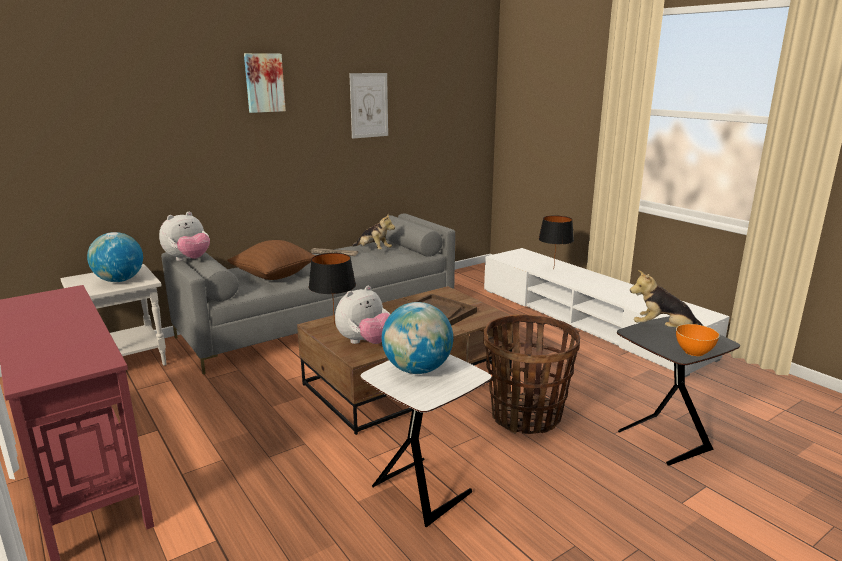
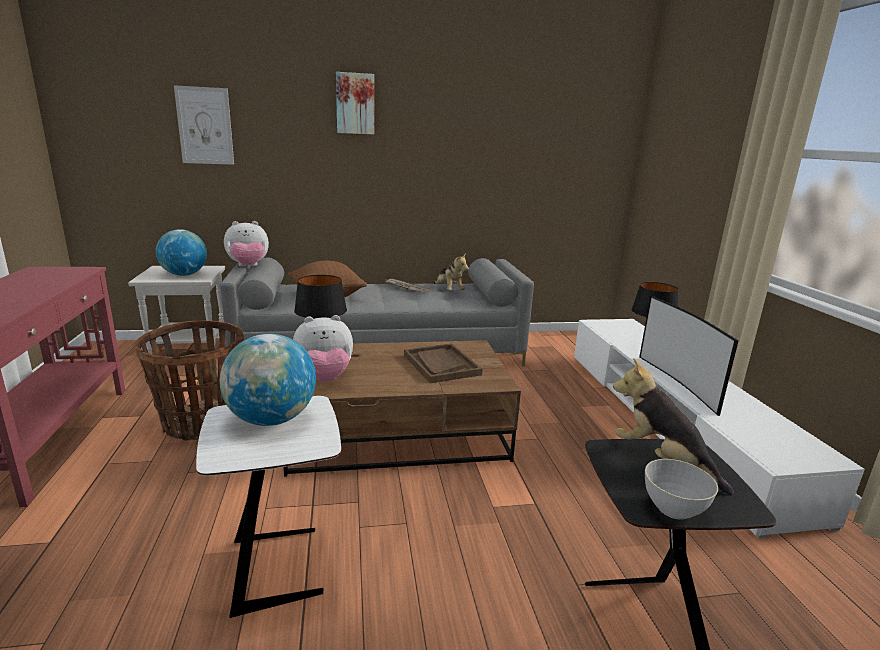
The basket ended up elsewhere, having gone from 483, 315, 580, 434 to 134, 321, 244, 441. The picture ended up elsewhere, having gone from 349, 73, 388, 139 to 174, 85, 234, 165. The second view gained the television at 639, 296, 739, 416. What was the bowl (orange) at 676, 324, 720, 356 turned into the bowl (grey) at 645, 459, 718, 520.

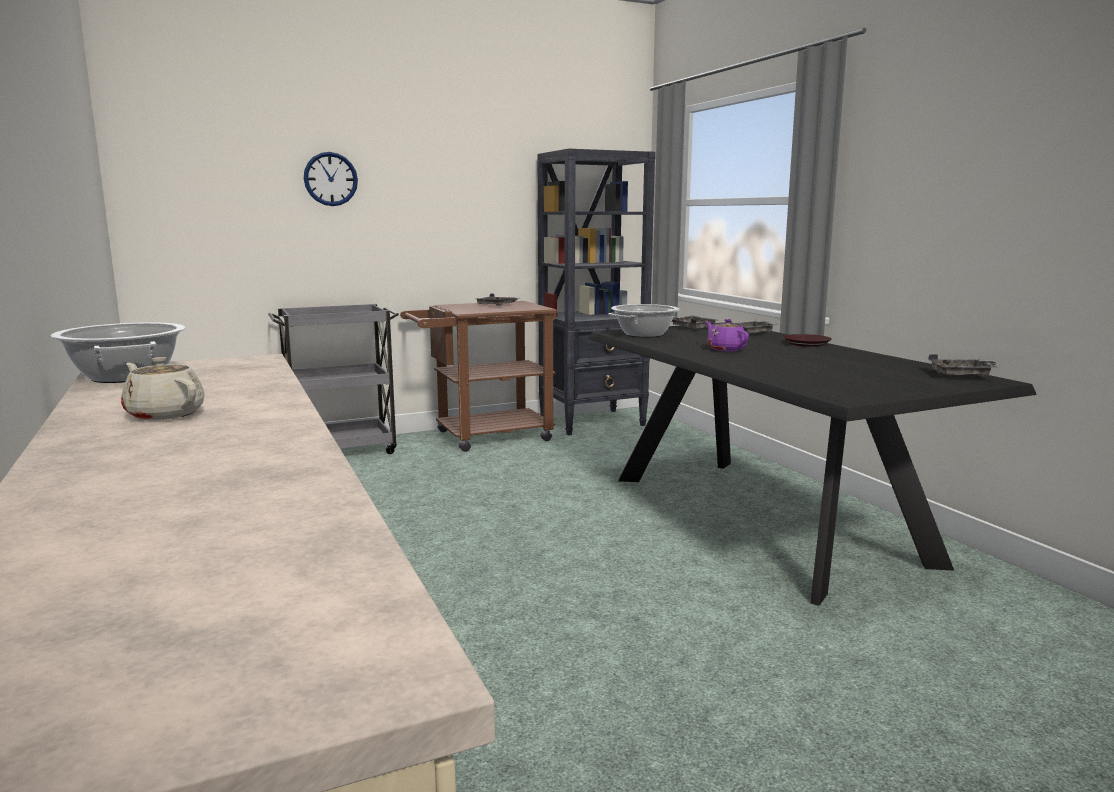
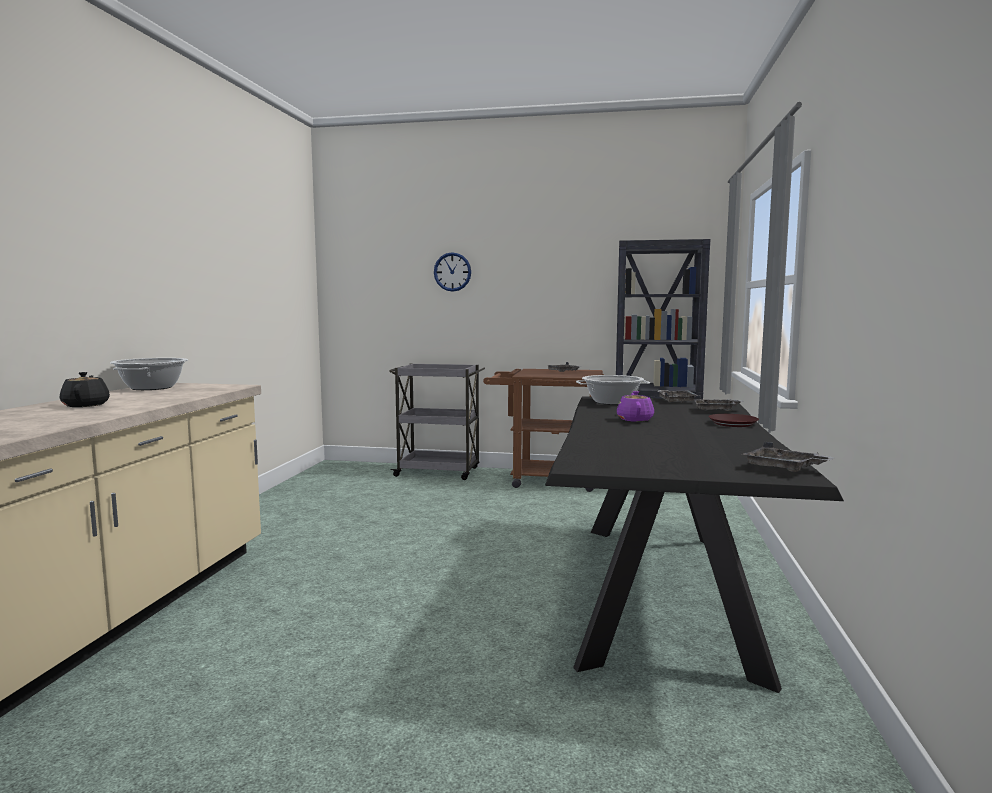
What was the teapot (beige) at 121, 357, 205, 420 turned into the teapot (black) at 60, 372, 110, 407.

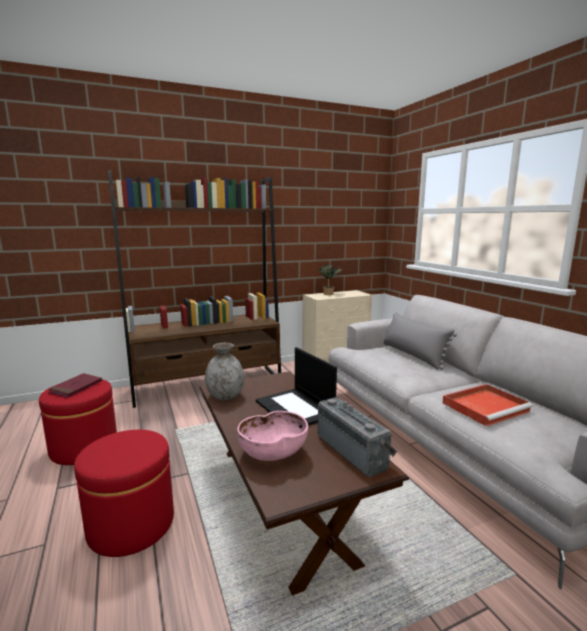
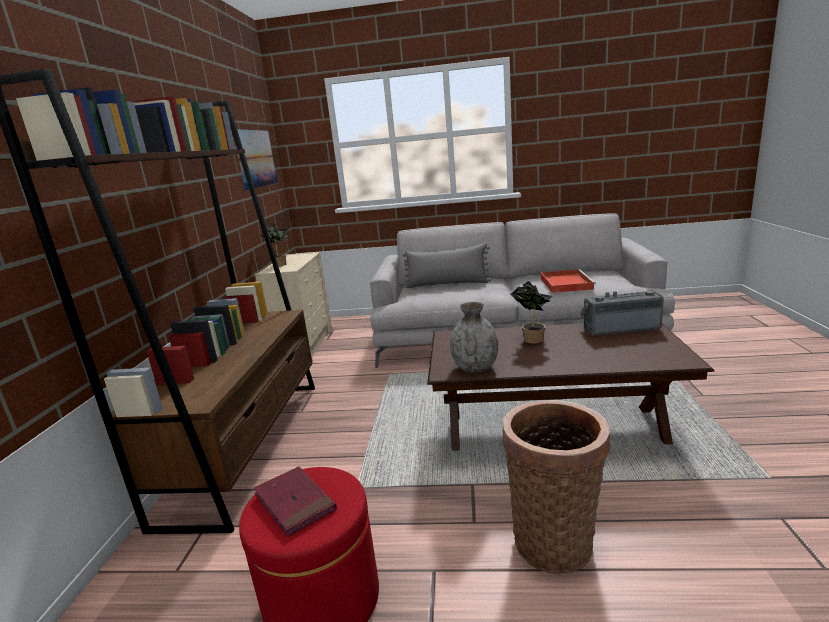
The second view gained the picture at 236, 129, 278, 191. Where the ottoman (red) stood at 74, 430, 174, 557, the basket came to stand at 503, 400, 610, 574. Where the laptop stood at 256, 347, 337, 428, the potted plant came to stand at 510, 281, 552, 344. The second view lost the bowl (pink) at 237, 411, 308, 461.

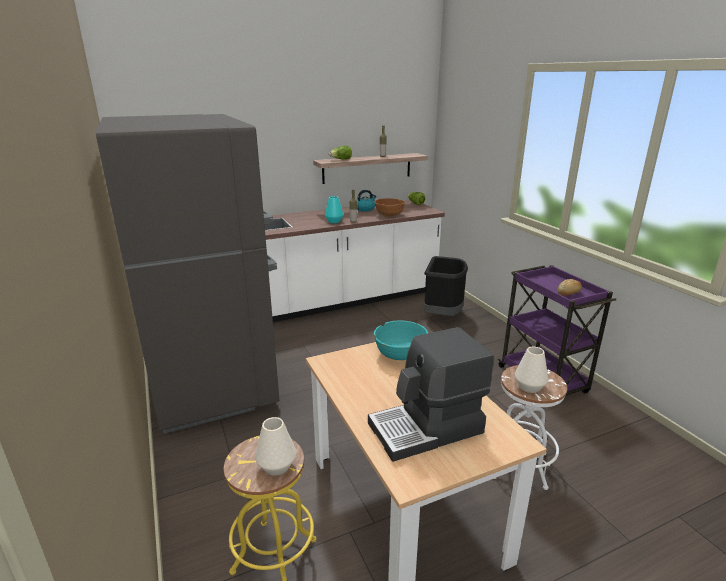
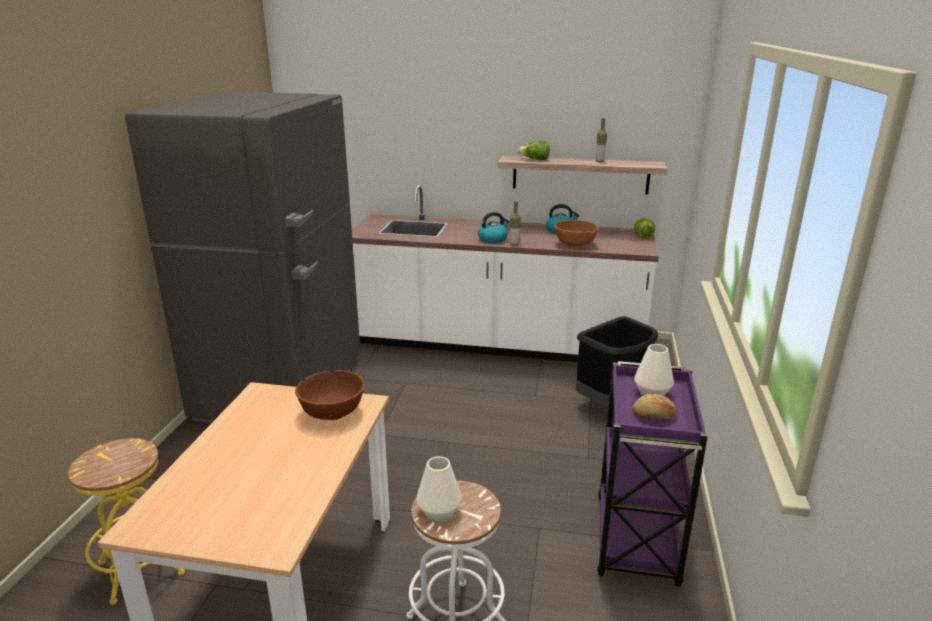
What was the bowl (turquoise) at 374, 320, 428, 360 turned into the bowl (brown) at 295, 370, 364, 420. Where the vase (turquoise) stood at 325, 196, 343, 223, the kettle came to stand at 478, 212, 510, 243. The vase (white) ended up elsewhere, having gone from 255, 417, 296, 476 to 634, 344, 674, 396. The second view lost the coffee machine at 368, 327, 494, 462.

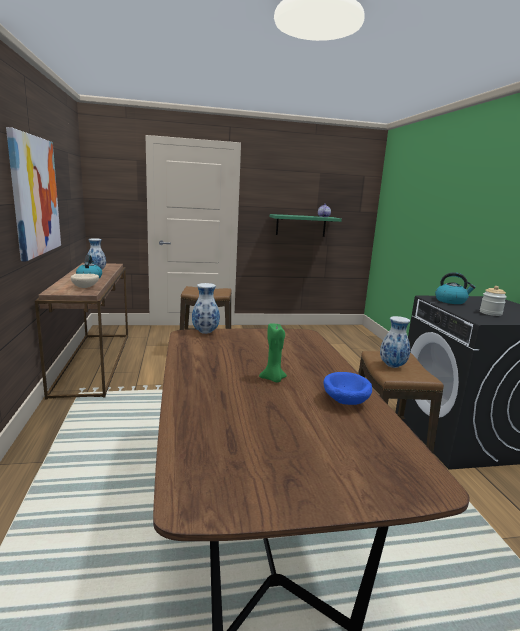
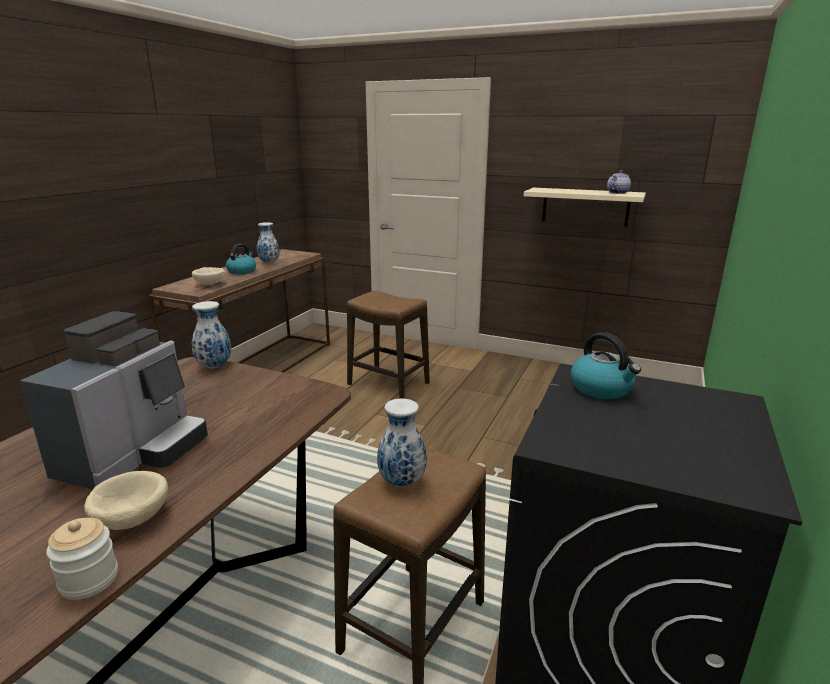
Where the candle (green) stood at 259, 323, 287, 382, the coffee machine came to stand at 20, 311, 208, 489. The jar ended up elsewhere, having gone from 480, 286, 507, 316 to 46, 518, 118, 600. What was the bowl (blue) at 324, 372, 372, 405 turned into the bowl (beige) at 84, 471, 168, 530. What was the shelf (green) at 270, 214, 342, 237 turned into the shelf (beige) at 524, 188, 646, 227. The second view lost the picture at 6, 127, 61, 261.

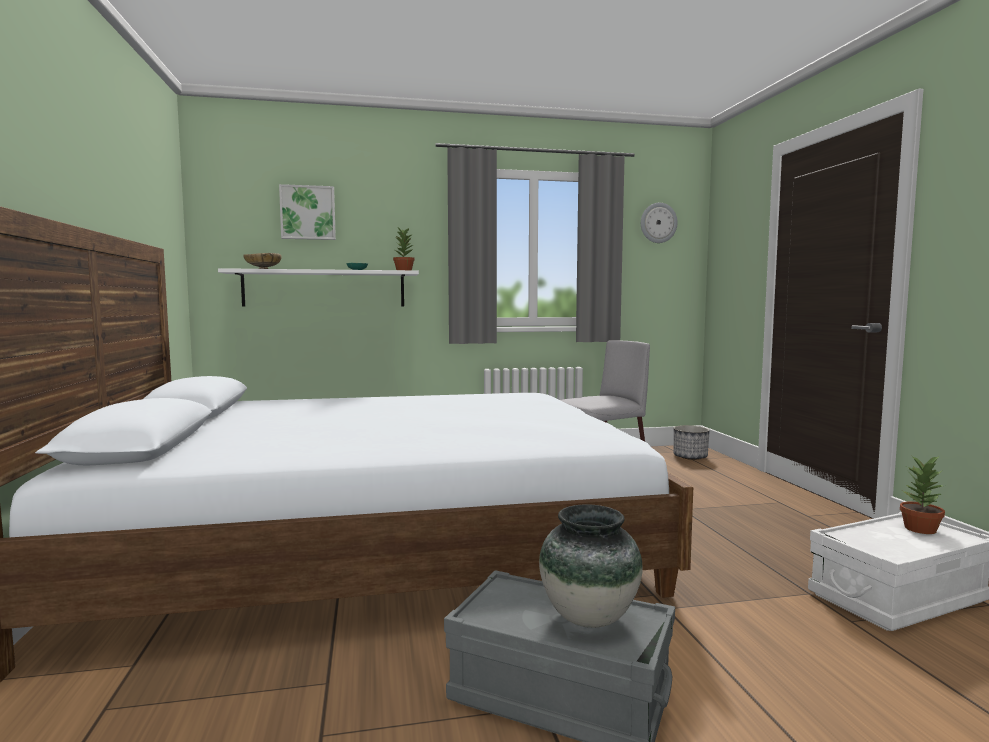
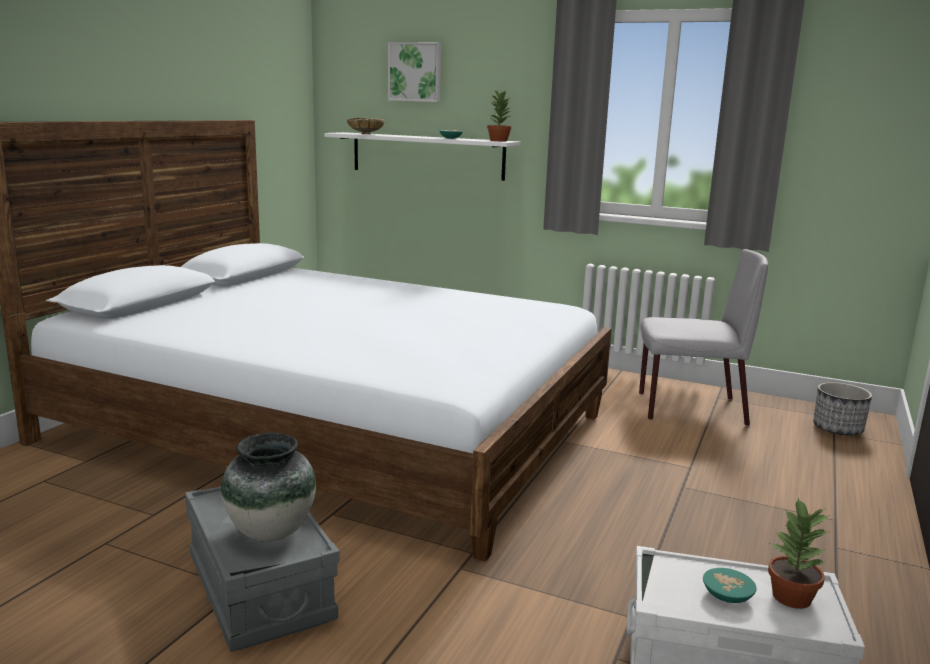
The second view gained the bowl (turquoise) at 703, 568, 757, 603. The second view lost the wall clock at 641, 203, 678, 243.

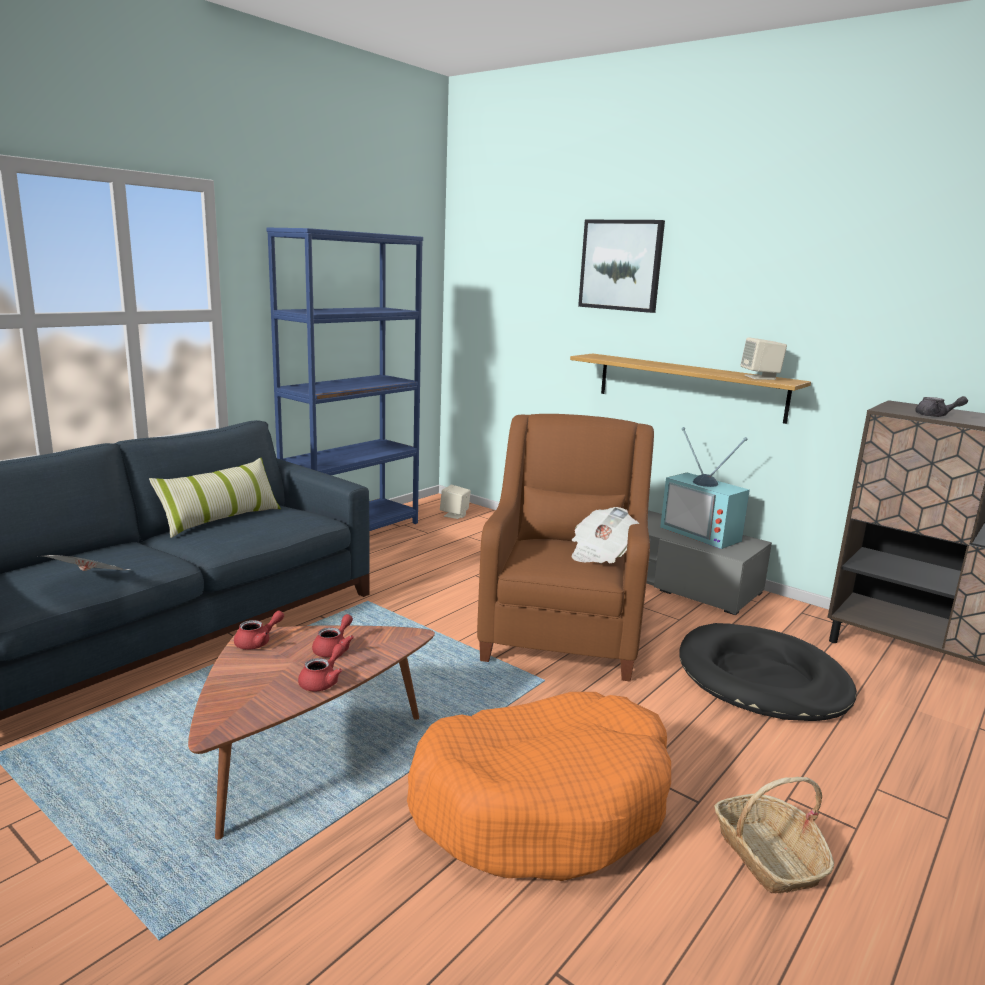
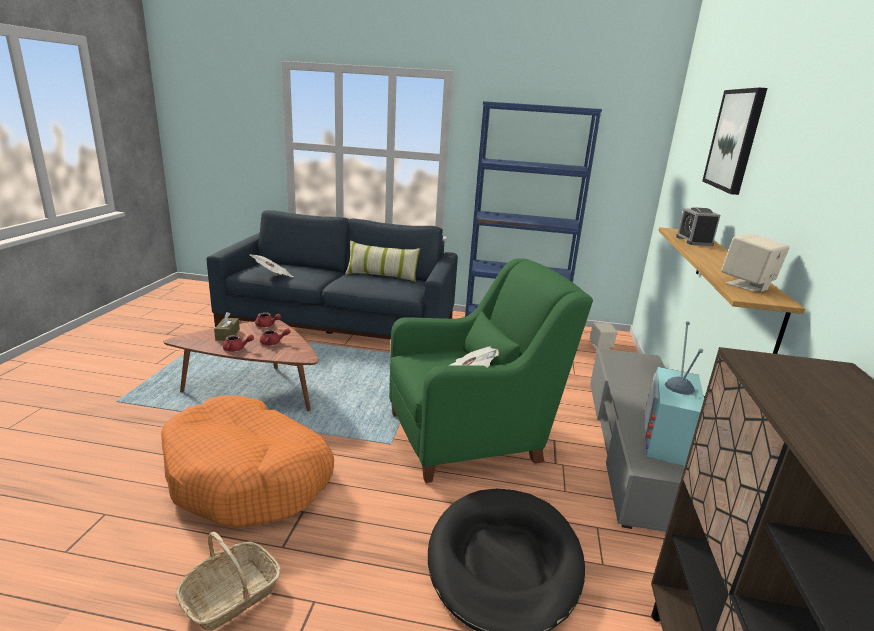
The second view gained the tissue box (brown) at 214, 312, 240, 341. What was the armchair (brown) at 477, 414, 654, 681 turned into the armchair (green) at 389, 258, 593, 483. The second view gained the alarm clock at 676, 207, 720, 246. The second view lost the teapot (grey) at 915, 396, 968, 417.

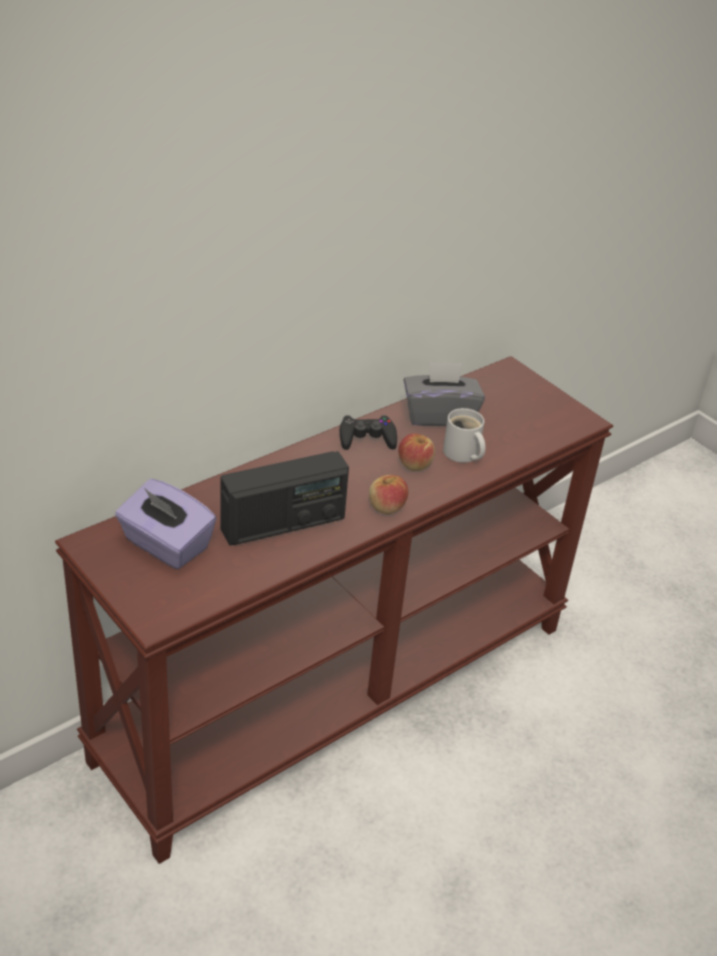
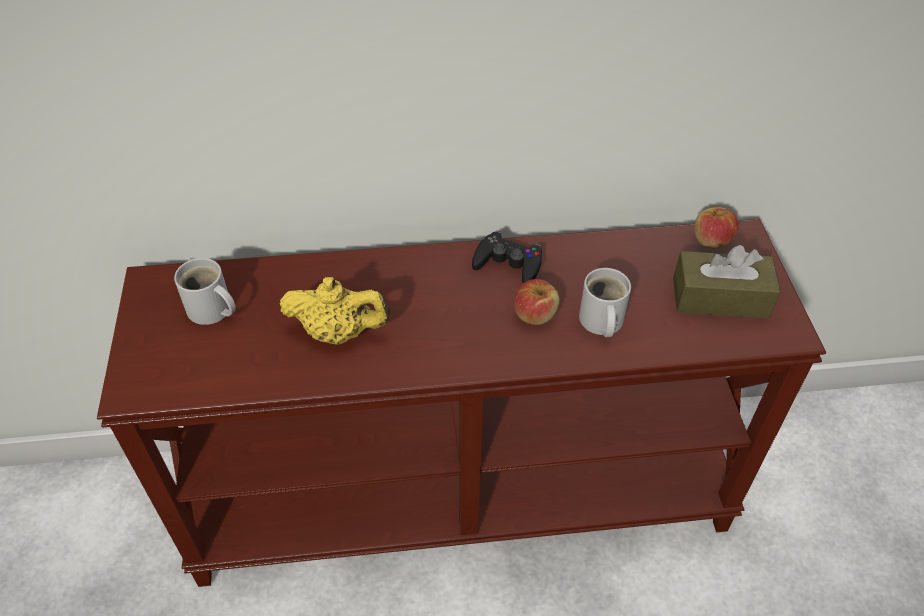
Where the tissue box (purple) stood at 115, 479, 216, 569, the mug (white) came to stand at 174, 258, 236, 325. Where the radio stood at 221, 451, 349, 546, the teapot (yellow) came to stand at 280, 277, 390, 345. The second view gained the tissue box (brown) at 673, 245, 781, 319. The apple ended up elsewhere, having gone from 369, 475, 409, 514 to 694, 207, 739, 248. The second view lost the tissue box (grey) at 404, 361, 485, 426.

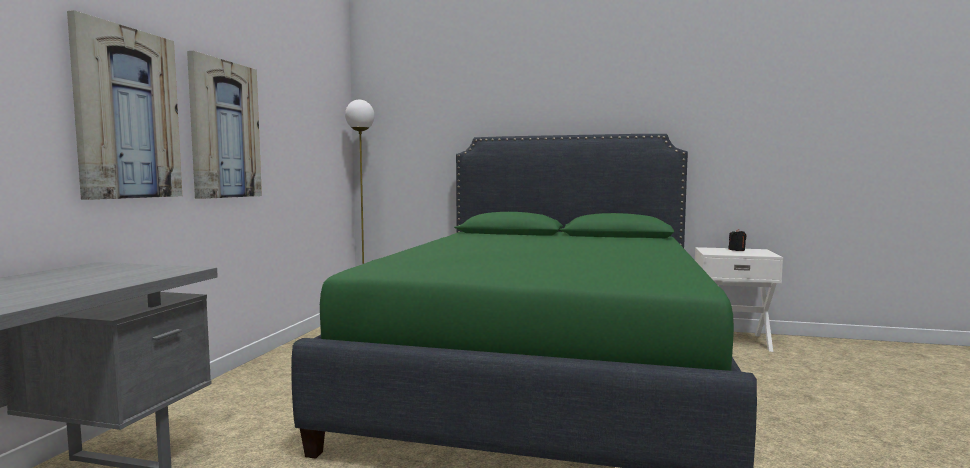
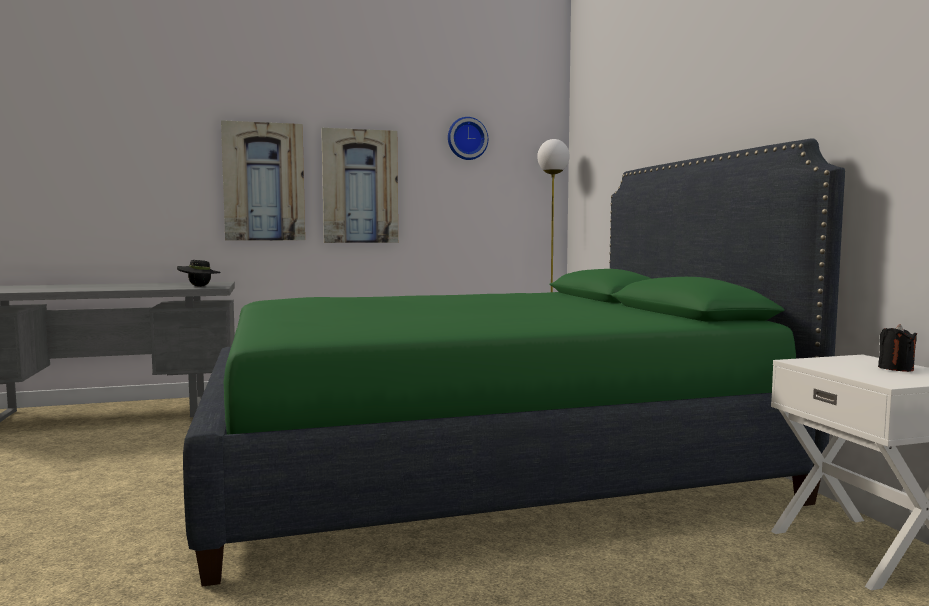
The second view gained the hat (black) at 177, 260, 221, 287. The second view gained the wall clock at 448, 117, 488, 160.

